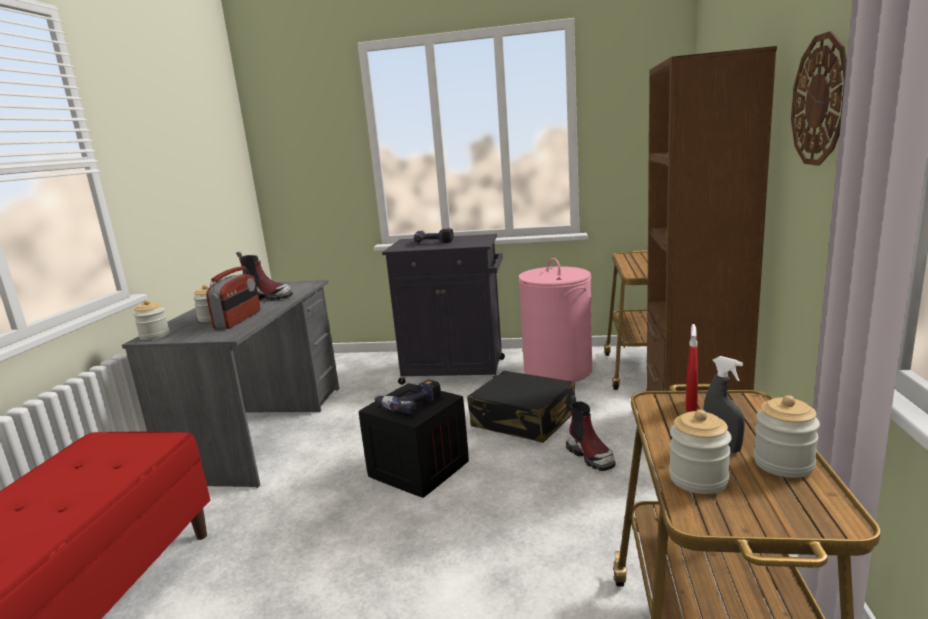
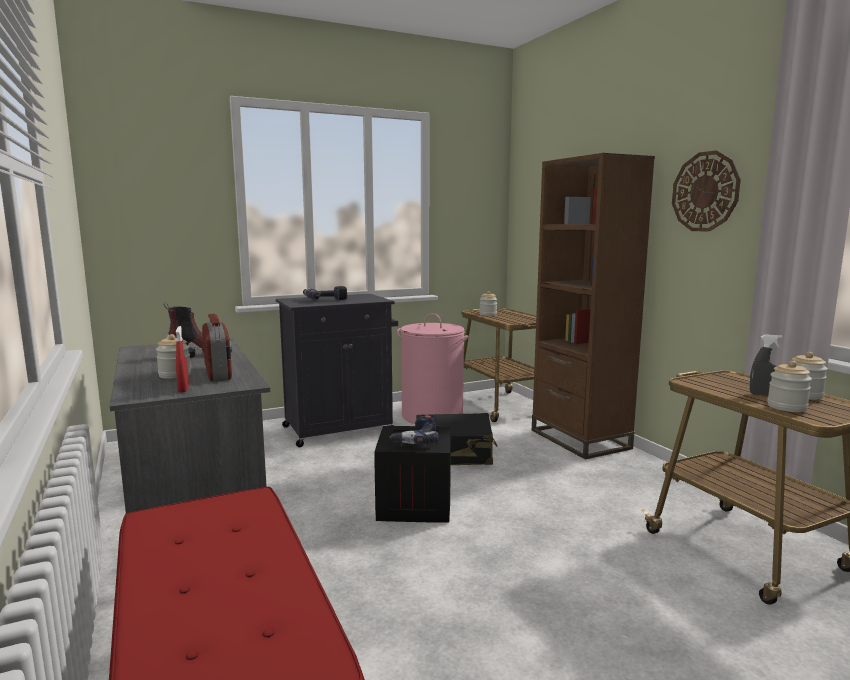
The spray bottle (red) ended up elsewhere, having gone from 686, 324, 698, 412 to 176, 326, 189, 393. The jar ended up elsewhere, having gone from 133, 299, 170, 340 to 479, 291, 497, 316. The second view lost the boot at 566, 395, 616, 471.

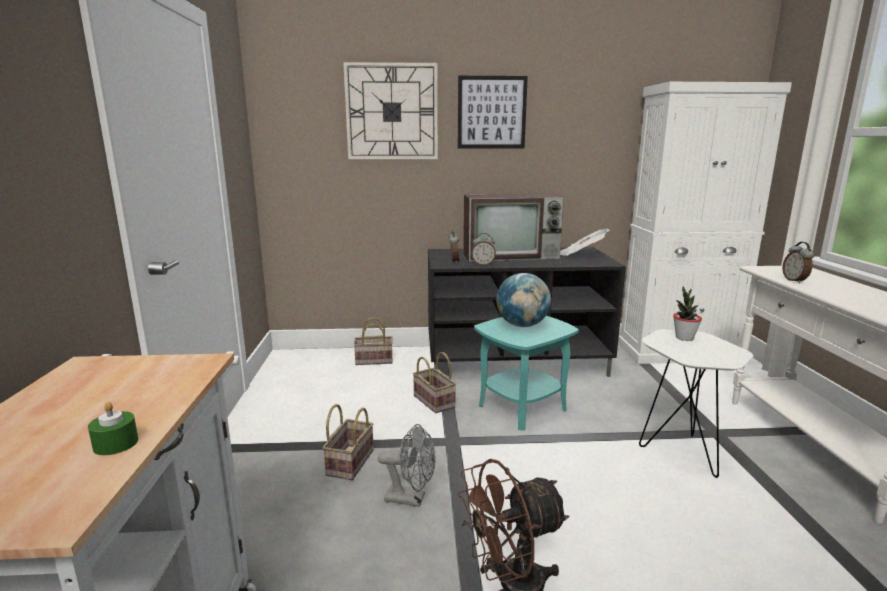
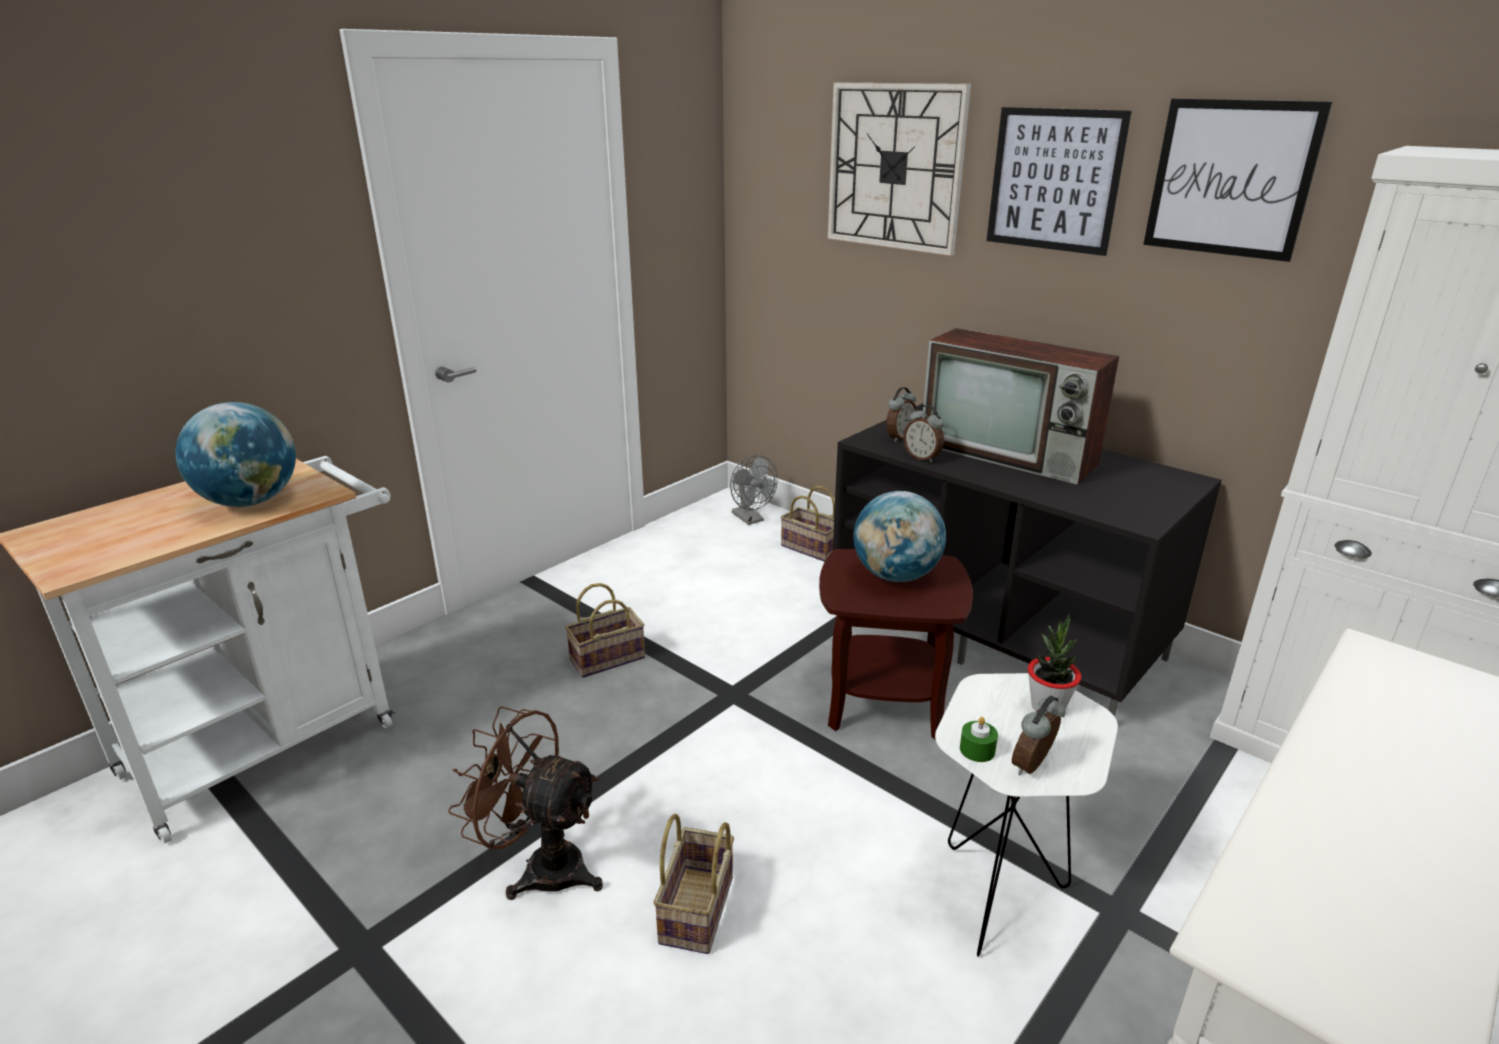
The second view gained the globe at 175, 402, 296, 507. The basket ended up elsewhere, having gone from 413, 352, 456, 413 to 653, 814, 734, 954. The fan (grey) ended up elsewhere, having gone from 378, 424, 435, 507 to 730, 455, 778, 525. What was the side table (turquoise) at 474, 316, 579, 430 turned into the side table (brown) at 819, 549, 973, 740. The candle (green) ended up elsewhere, having gone from 88, 402, 138, 456 to 960, 717, 998, 762. The alarm clock ended up elsewhere, having gone from 782, 242, 814, 283 to 1012, 696, 1065, 776. The second view gained the picture at 1143, 99, 1333, 262. The second view lost the newspaper at 560, 229, 610, 256.

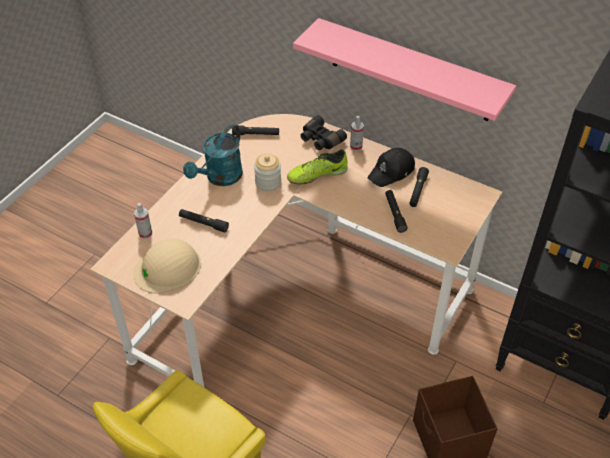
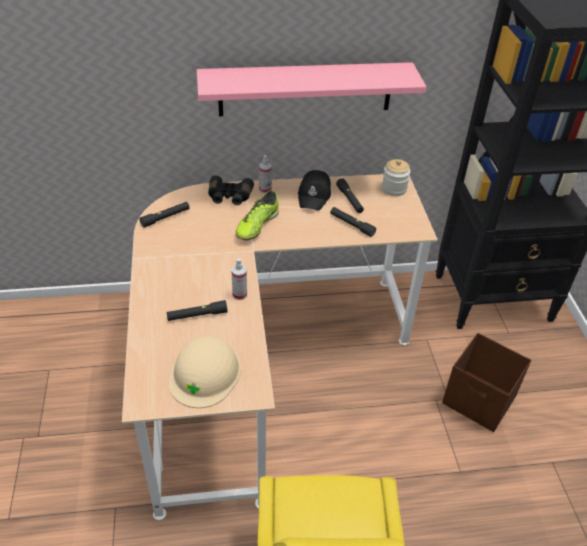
The spray bottle ended up elsewhere, having gone from 134, 203, 152, 239 to 232, 258, 247, 300. The jar ended up elsewhere, having gone from 254, 154, 281, 191 to 382, 159, 410, 196. The second view lost the watering can (turquoise) at 183, 124, 243, 186.

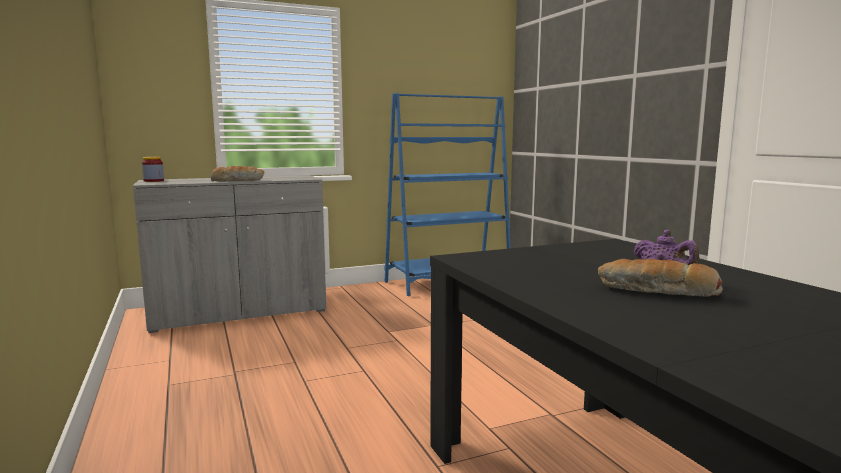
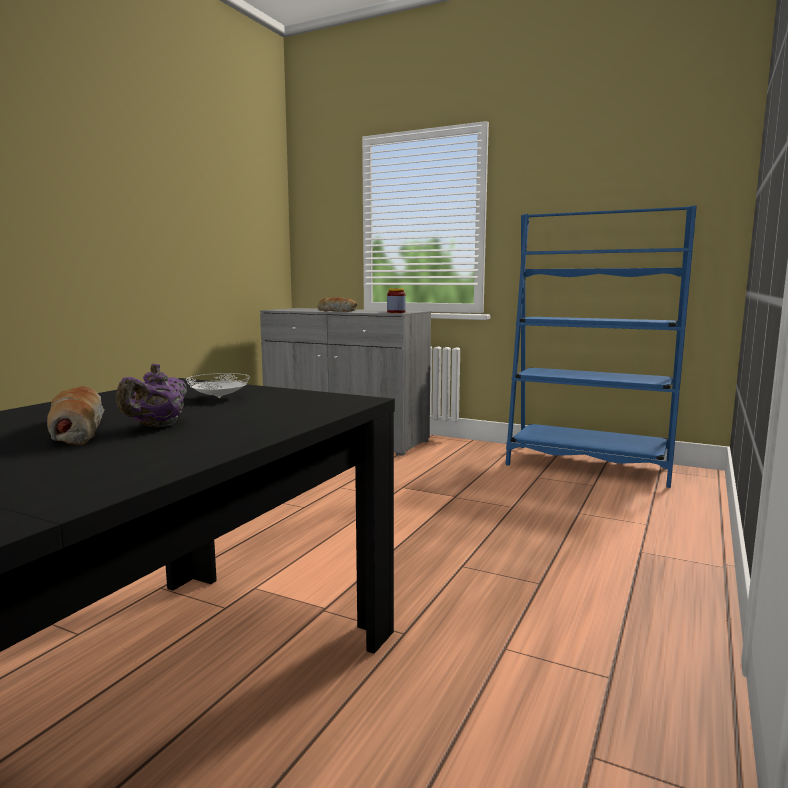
The second view gained the plate (white) at 186, 373, 250, 398. The jar ended up elsewhere, having gone from 142, 157, 164, 182 to 387, 289, 406, 313.

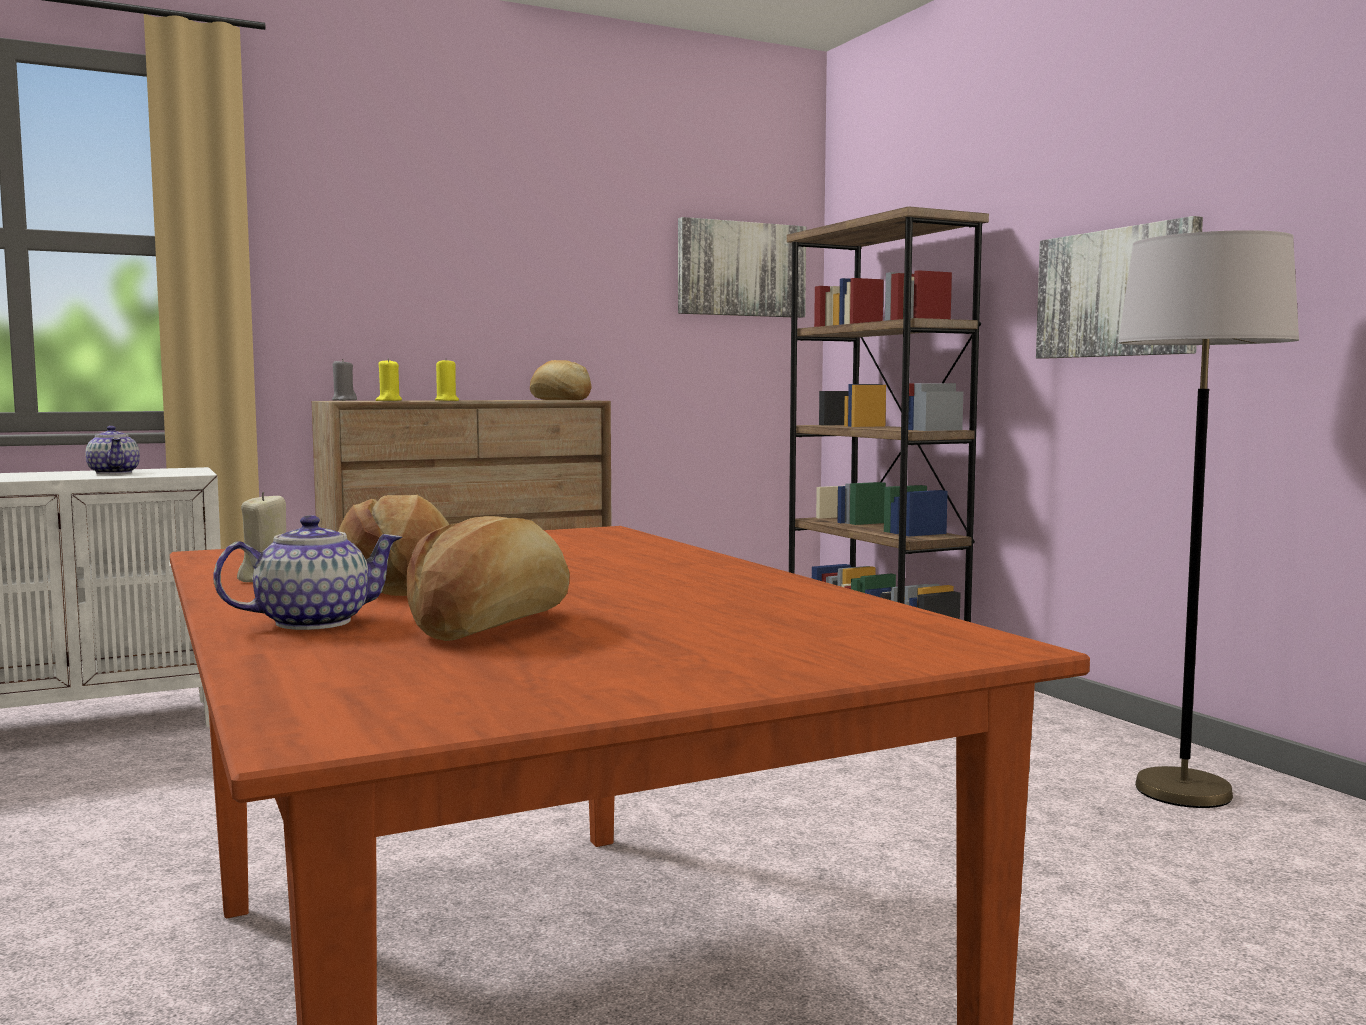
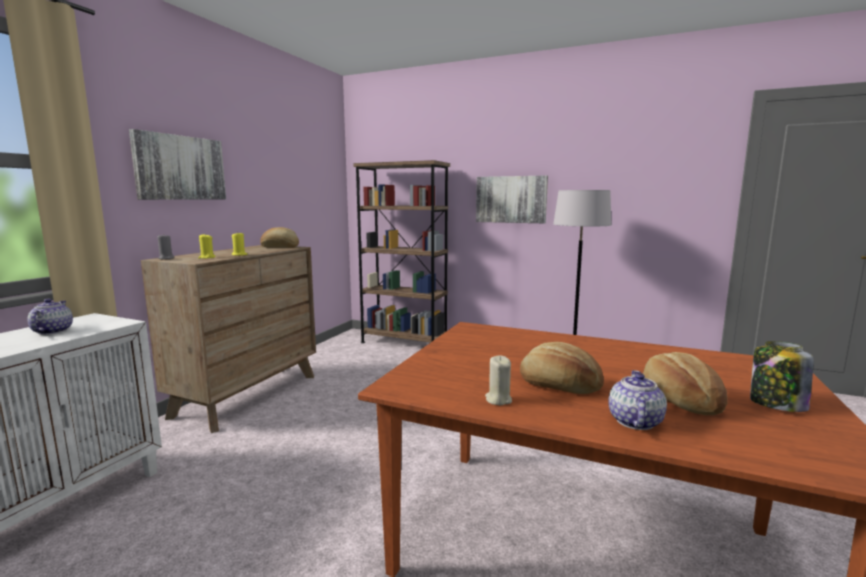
The teapot at 85, 426, 140, 474 ended up facing another way, 120 degrees counterclockwise from before. The picture ended up elsewhere, having gone from 678, 217, 806, 318 to 129, 129, 226, 200. The second view gained the jar at 750, 341, 813, 412.

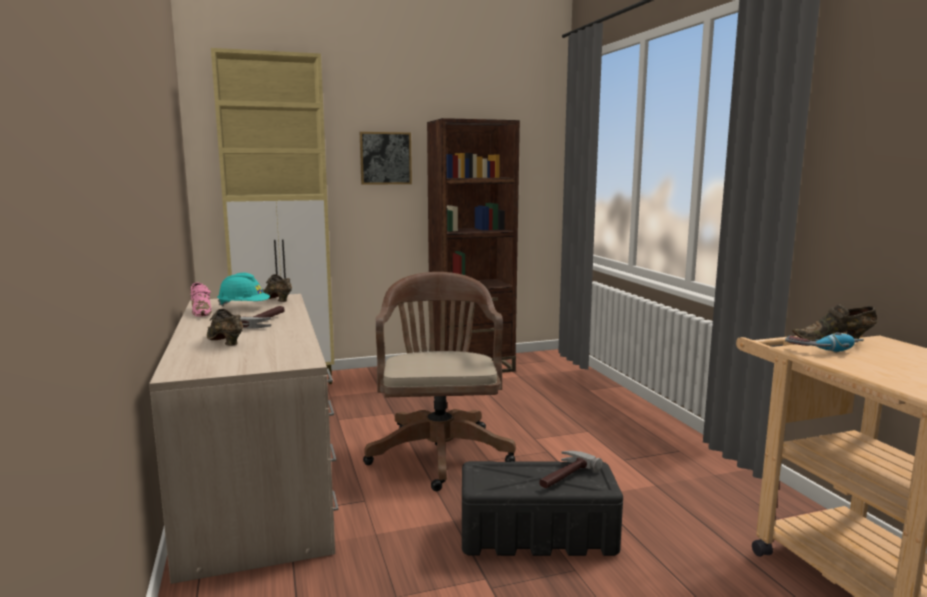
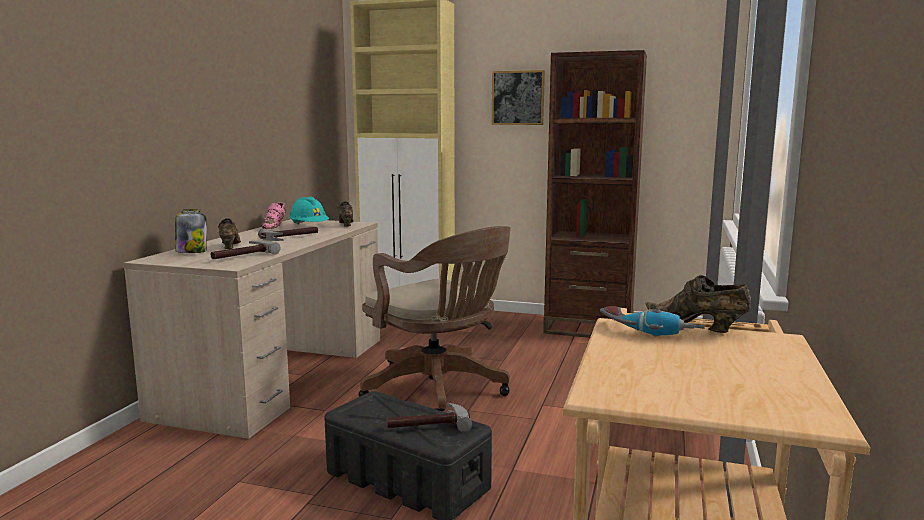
The second view gained the jar at 175, 209, 207, 253. The second view gained the hammer at 211, 241, 281, 259. The office chair (brown) at 363, 272, 516, 491 ended up facing another way, 105 degrees clockwise from before.

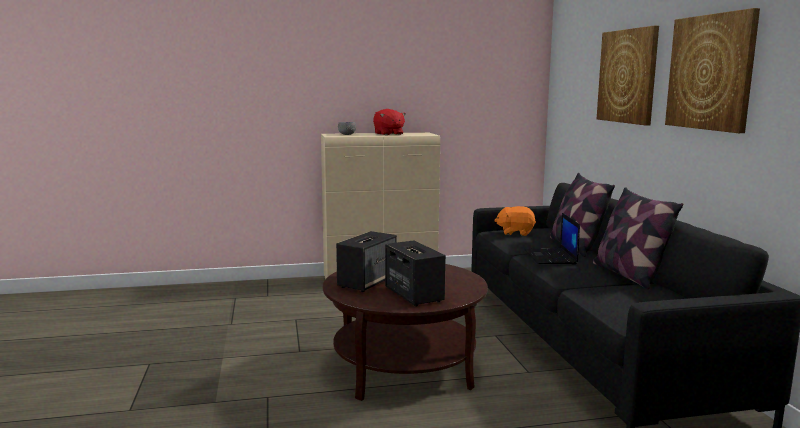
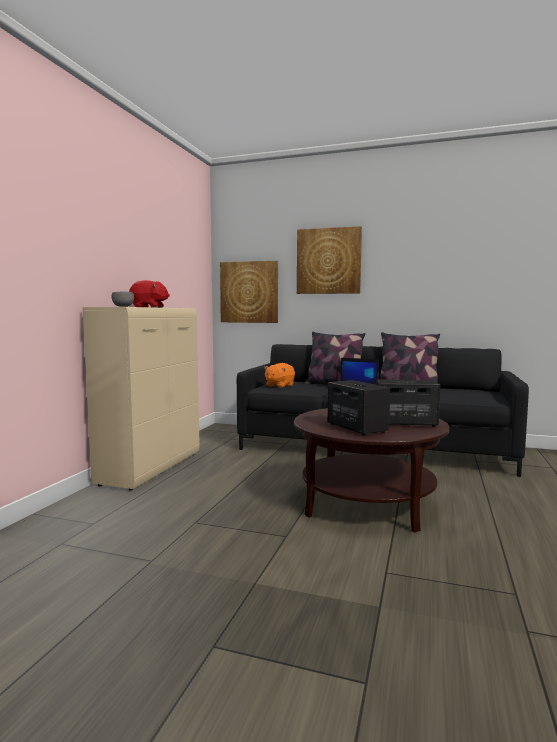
The picture ended up elsewhere, having gone from 665, 8, 760, 133 to 220, 261, 278, 323.

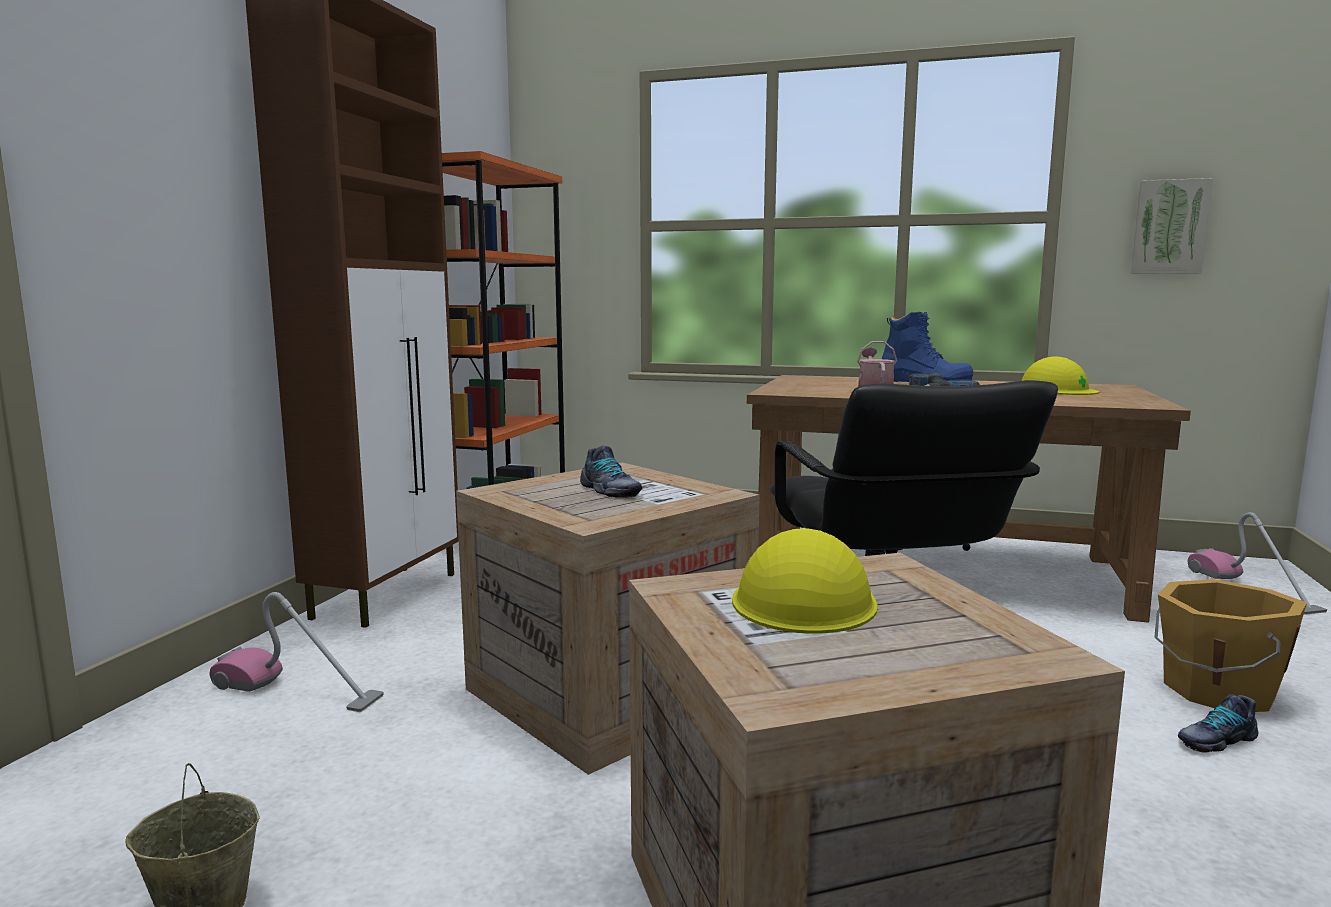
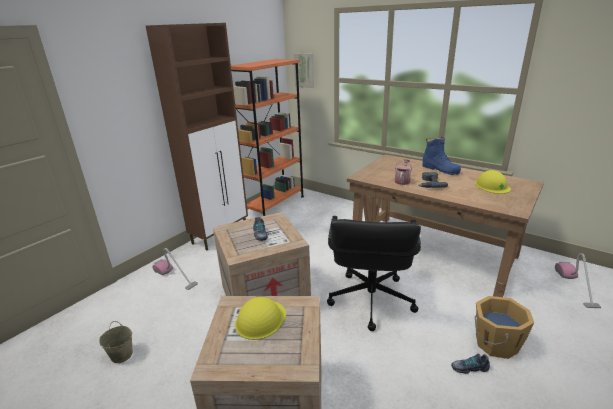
The picture ended up elsewhere, having gone from 1131, 178, 1213, 274 to 294, 53, 314, 88.

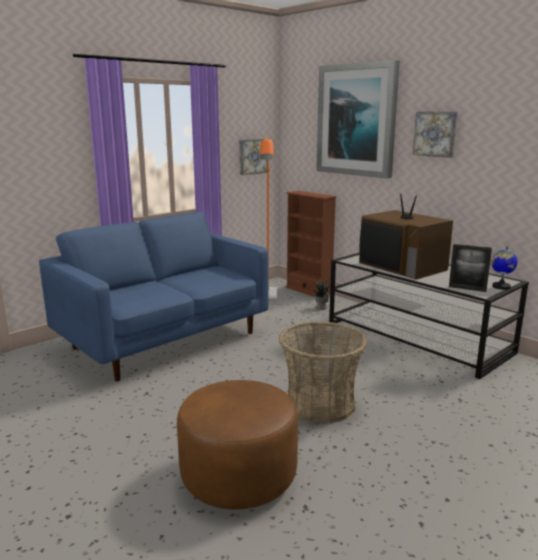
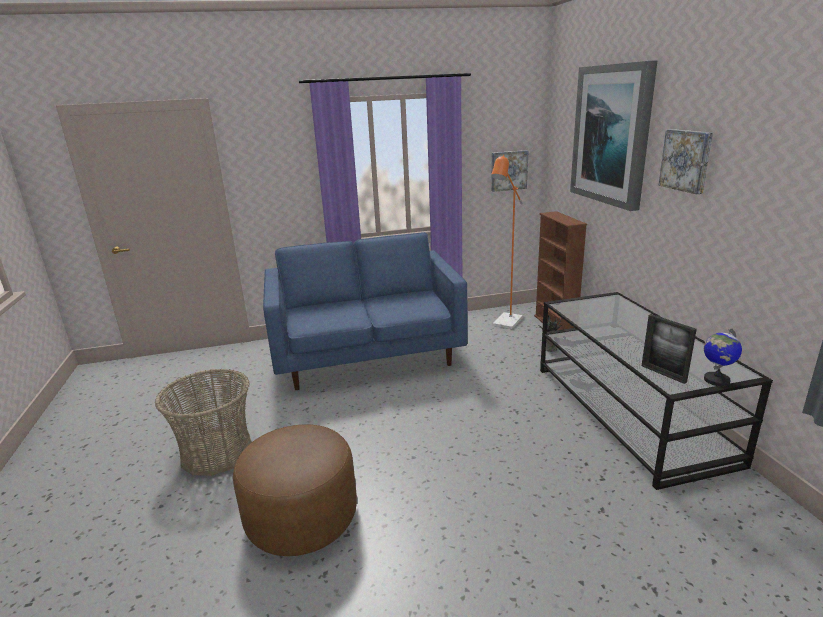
The basket ended up elsewhere, having gone from 279, 322, 367, 423 to 155, 369, 252, 476. The second view lost the television at 359, 193, 453, 279.

